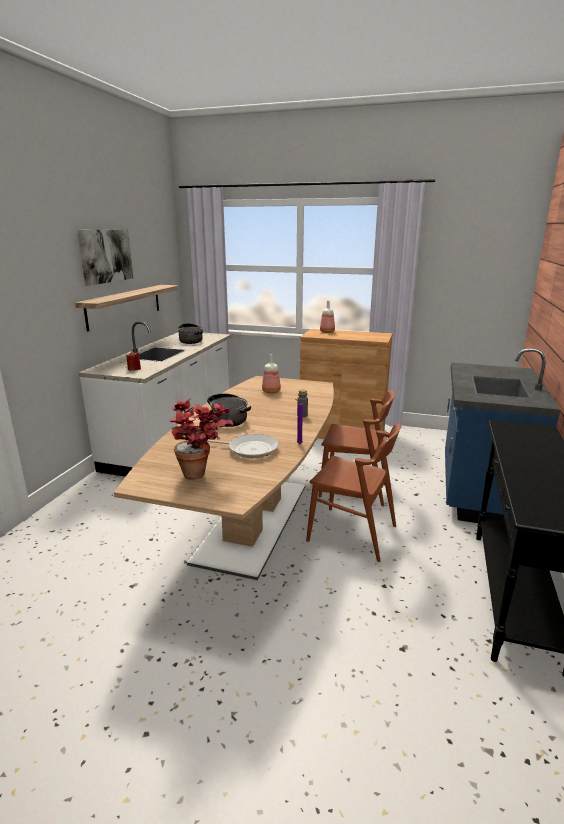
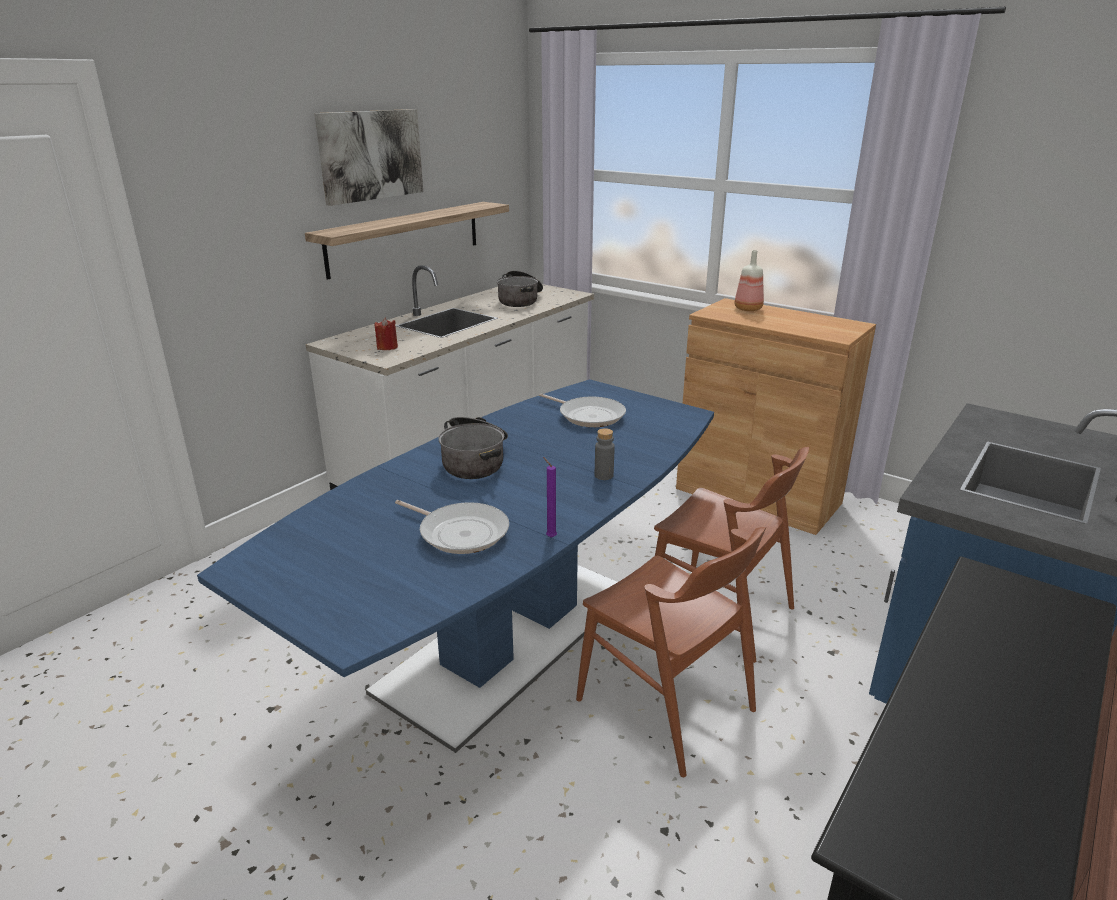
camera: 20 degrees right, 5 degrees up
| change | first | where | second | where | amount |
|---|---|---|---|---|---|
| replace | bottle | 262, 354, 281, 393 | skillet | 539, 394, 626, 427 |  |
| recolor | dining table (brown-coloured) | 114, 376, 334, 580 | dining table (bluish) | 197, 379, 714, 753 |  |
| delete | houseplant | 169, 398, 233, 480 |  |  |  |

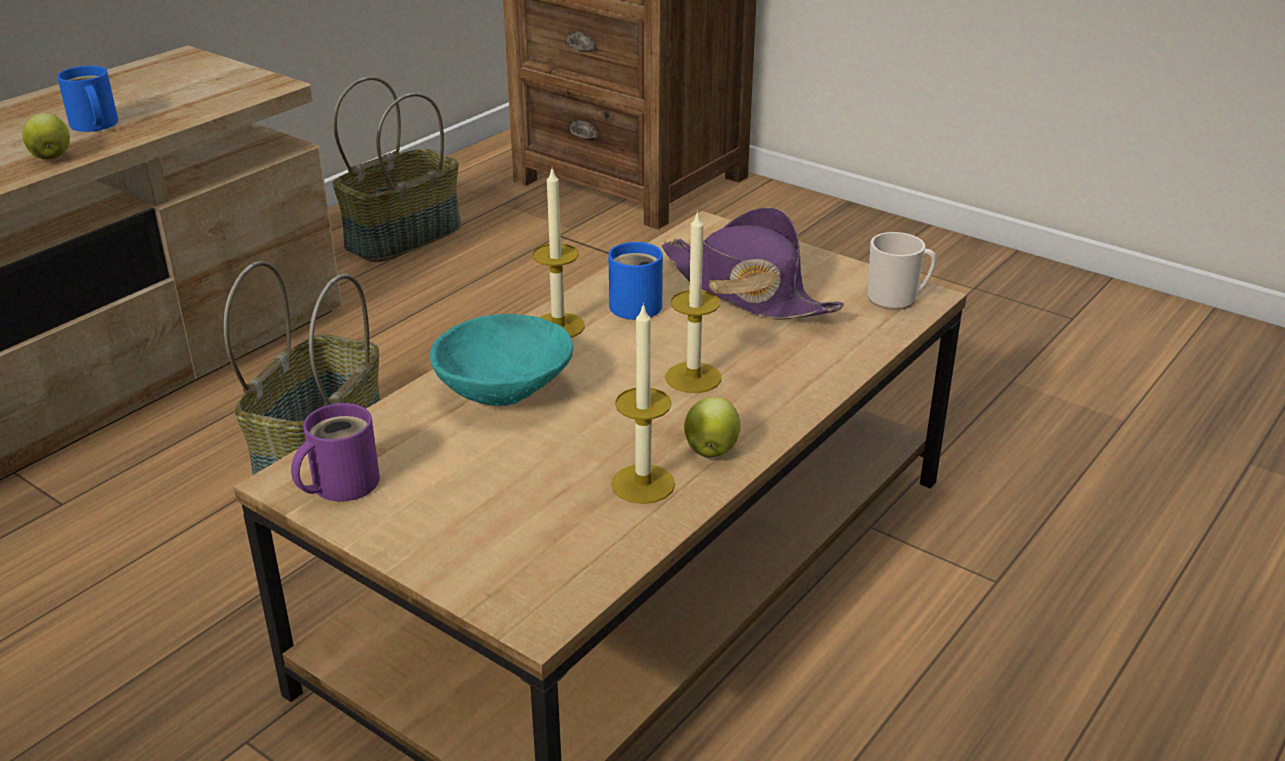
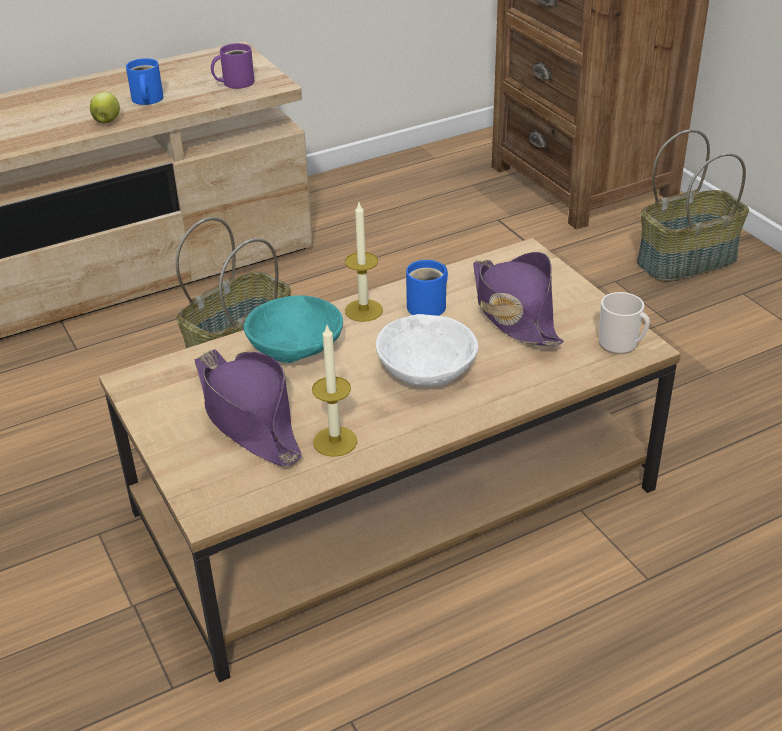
camera: 25 degrees right, 5 degrees up
| change | first | where | second | where | amount |
|---|---|---|---|---|---|
| move | household basket | 332, 77, 461, 262 |  | 637, 129, 749, 282 |  |
| replace | wax candle | 666, 210, 721, 393 | bowl (whitish) | 376, 314, 479, 387 |  |
| delete | apple | 684, 397, 741, 458 |  |  |  |
| move | mug (purple-coloured) | 291, 403, 380, 501 |  | 211, 43, 254, 89 |  |
| insert |  |  | hat (purple-coloured) | 194, 349, 302, 467 |  |

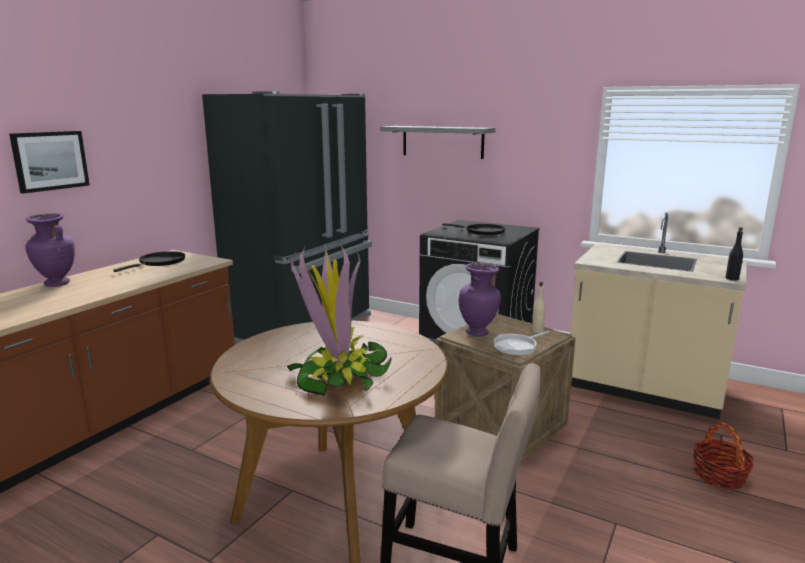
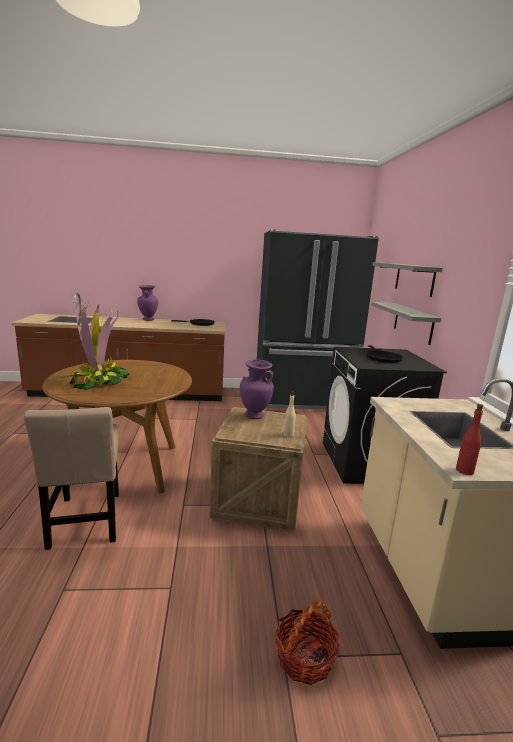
camera: 55 degrees right, 0 degrees up
| change | first | where | second | where | amount |
|---|---|---|---|---|---|
| delete | picture | 9, 131, 90, 194 |  |  |  |
| recolor | bottle (black) | 725, 227, 743, 280 | bottle (reddish) | 456, 404, 483, 475 |  |
| delete | skillet | 494, 331, 550, 355 |  |  |  |
| insert |  |  | wall shelf (gray) | 371, 302, 441, 345 |  |

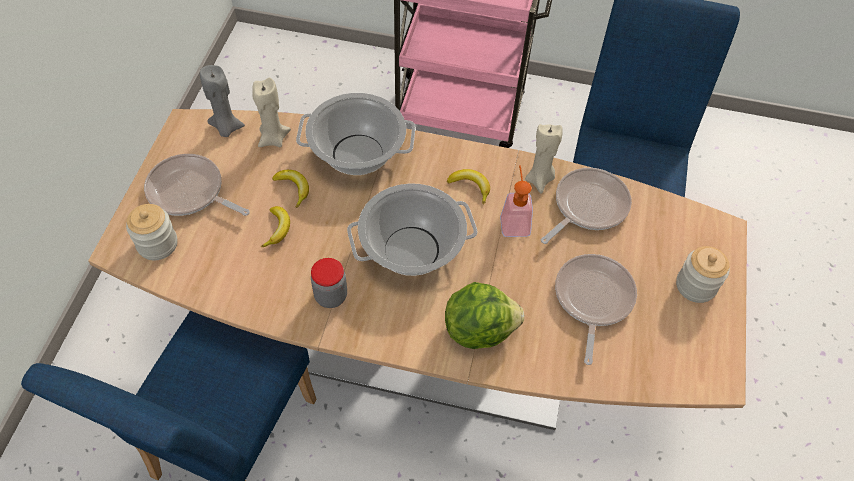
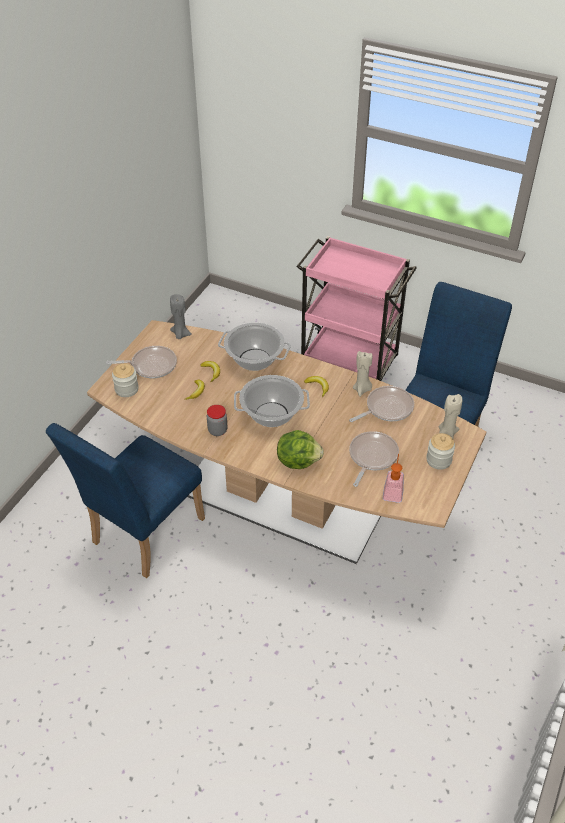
camera: 15 degrees right, 10 degrees down
| change | first | where | second | where | amount |
|---|---|---|---|---|---|
| move | wax candle (beige-coloured) | 252, 78, 291, 147 |  | 439, 394, 462, 438 |  |
| rotate | skillet | 144, 154, 250, 216 |  | 106, 346, 177, 378 | 135 degrees clockwise |
| move | soap dispenser | 500, 165, 533, 237 |  | 383, 454, 404, 503 |  |

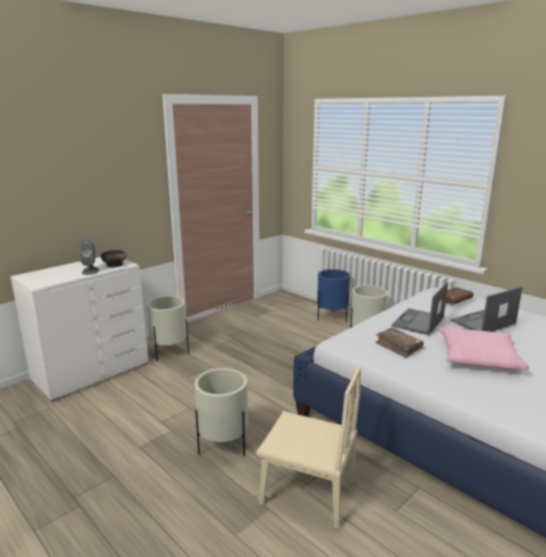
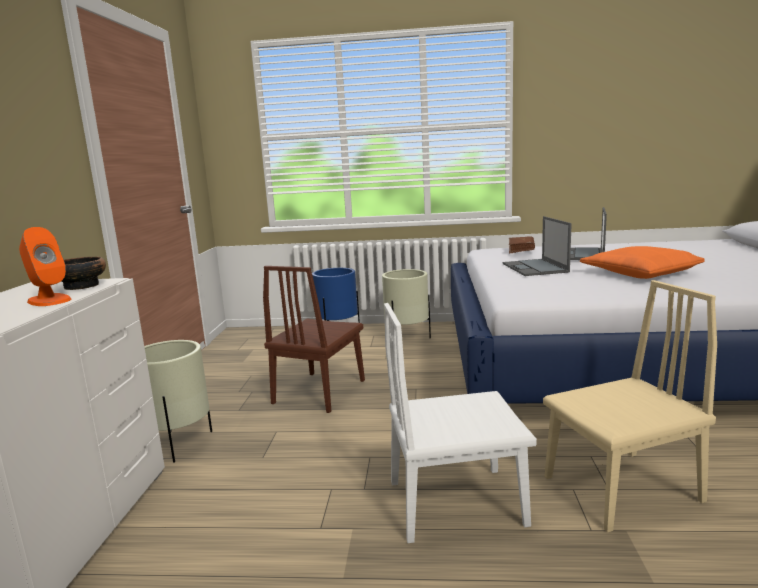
camera: 40 degrees left, 5 degrees down
| change | first | where | second | where | amount |
|---|---|---|---|---|---|
| recolor | loudspeaker (gray) | 79, 238, 99, 275 | loudspeaker (orange) | 19, 227, 71, 306 |  |
| delete | volume (brown-coloured) | 376, 328, 423, 358 |  |  |  |
| recolor | pillow (pink-coloured) | 439, 328, 529, 370 | pillow (orange) | 580, 246, 705, 279 |  |
| replace | planter (beige-coloured) | 195, 368, 248, 457 | upright chair (whitish) | 384, 303, 537, 543 |  |
| insert |  |  | upright chair (brown-coloured) | 263, 266, 365, 413 |  |

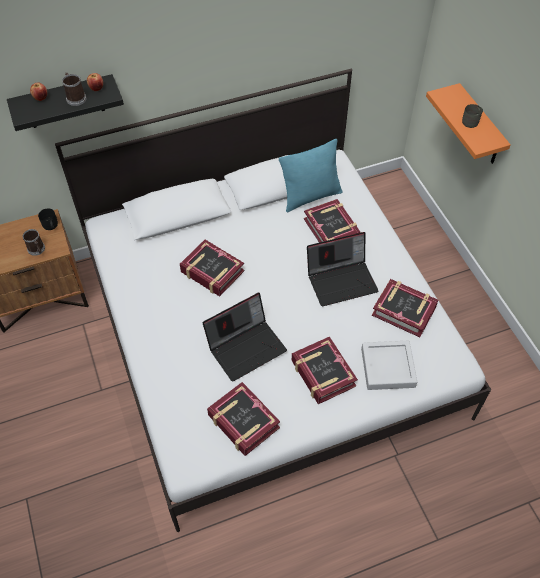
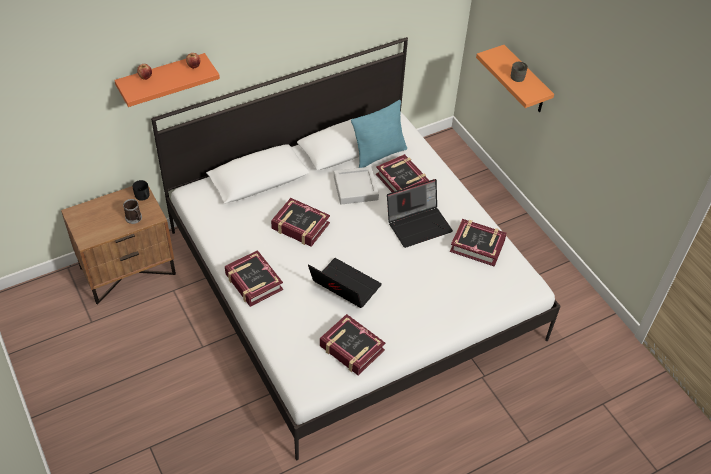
camera: 10 degrees left, 5 degrees down
| change | first | where | second | where | amount |
|---|---|---|---|---|---|
| delete | mug | 62, 73, 87, 106 |  |  |  |
| recolor | wall shelf (black) | 7, 74, 124, 131 | wall shelf (orange) | 114, 53, 220, 107 |  |
| rotate | laptop | 203, 293, 287, 382 |  | 308, 258, 382, 308 | 105 degrees counterclockwise |
| move | volume | 292, 337, 358, 404 |  | 225, 250, 283, 307 |  |
| move | serving tray (gray) | 361, 340, 417, 390 |  | 334, 167, 379, 204 |  |

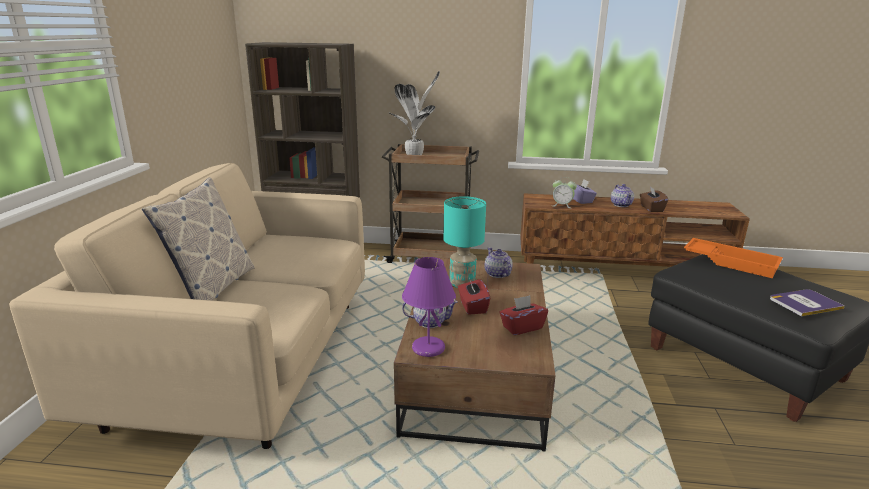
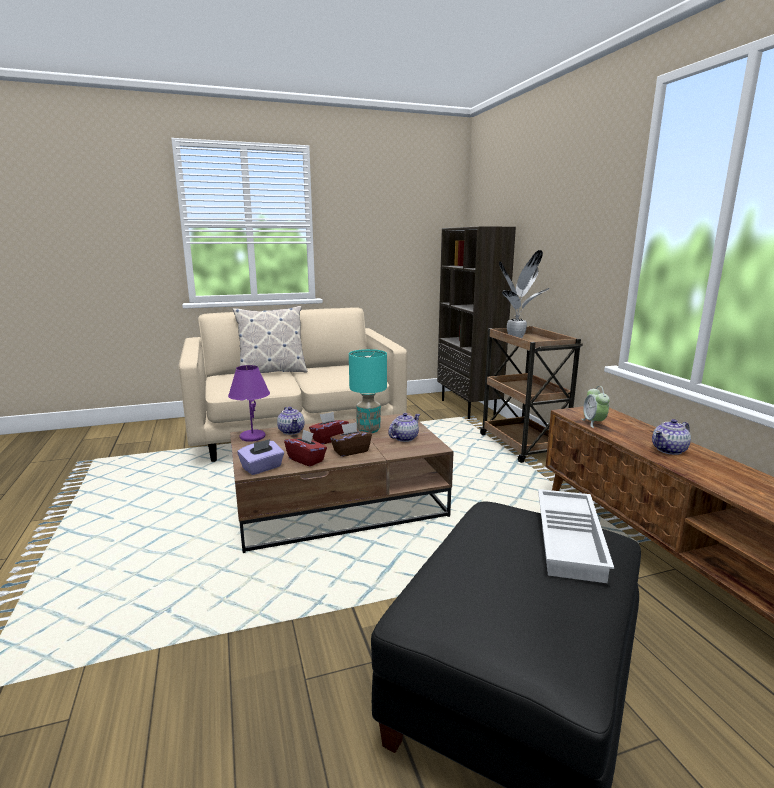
camera: 65 degrees right, 5 degrees down
| change | first | where | second | where | amount |
|---|---|---|---|---|---|
| move | tissue holder (purple-coloured) | 573, 179, 597, 204 |  | 237, 439, 284, 475 |  |
| move | tissue holder (brown-coloured) | 640, 186, 668, 212 |  | 330, 422, 372, 457 |  |
| recolor | serving tray (orange) | 684, 238, 783, 278 | serving tray (whitish) | 538, 489, 614, 583 |  |
| delete | volume | 770, 289, 845, 316 |  |  |  |

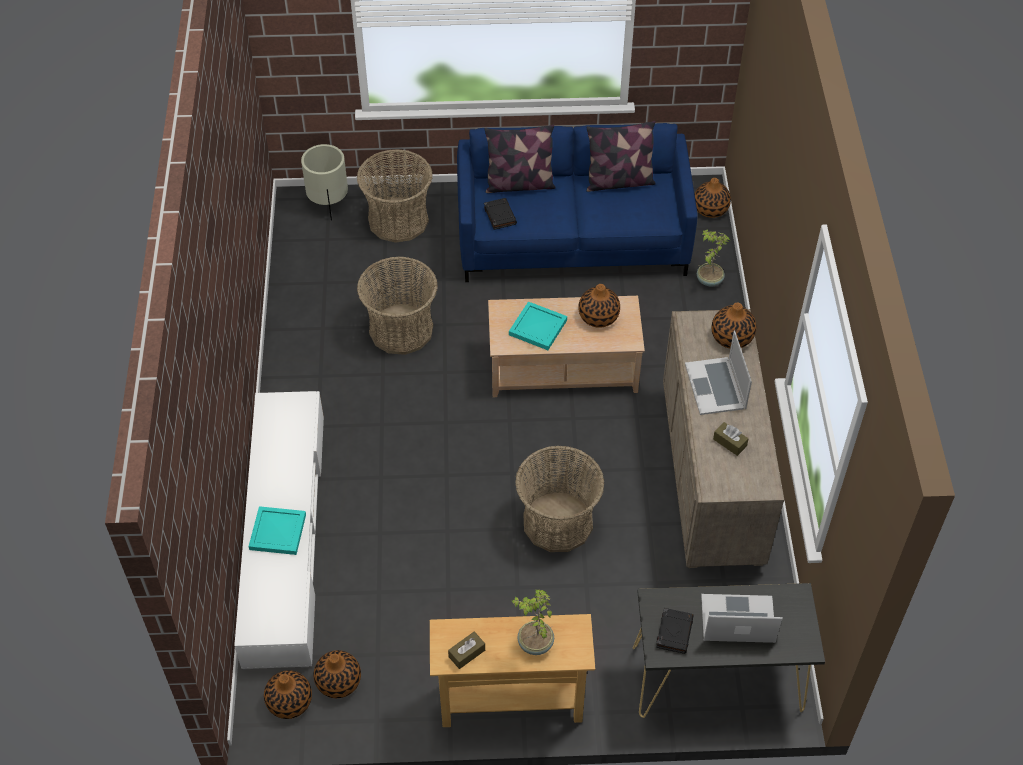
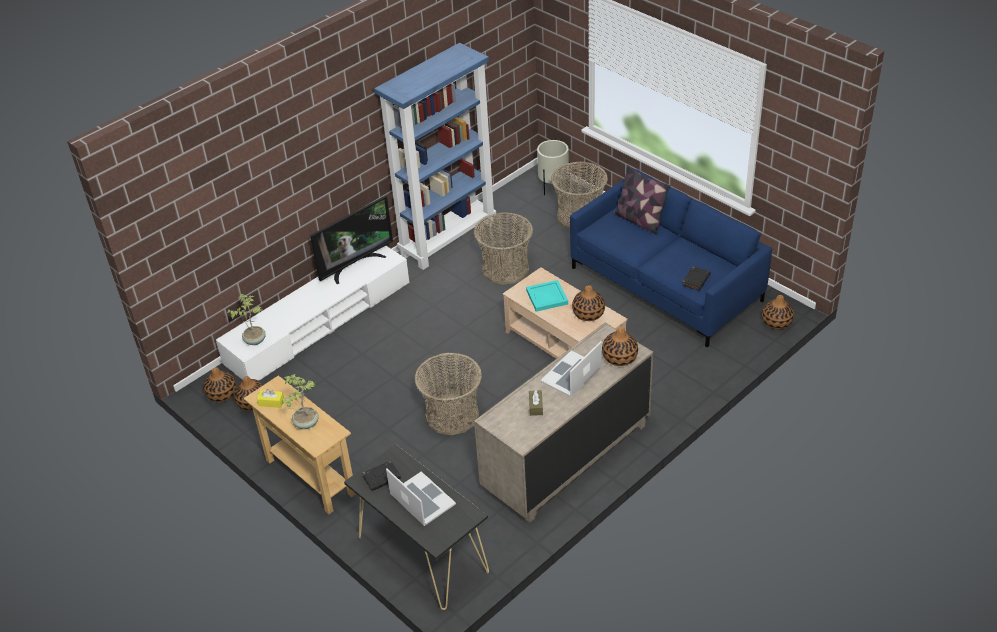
camera: 50 degrees right, 10 degrees down
| change | first | where | second | where | amount |
|---|---|---|---|---|---|
| delete | pillow | 587, 121, 656, 192 |  |  |  |
| move | volume (black) | 484, 198, 517, 230 |  | 682, 266, 711, 291 |  |
| move | houseplant | 697, 229, 730, 287 |  | 227, 294, 266, 345 |  |
| delete | serving tray (turquoise) | 249, 506, 306, 555 |  |  |  |
| recolor | tissue holder (brown-coloured) | 448, 632, 485, 669 | tissue holder (yellow) | 257, 389, 284, 408 |  |
| insert |  |  | bookcase (bluish) | 374, 43, 496, 270 |  |
| insert |  |  | television | 310, 196, 393, 284 |  |

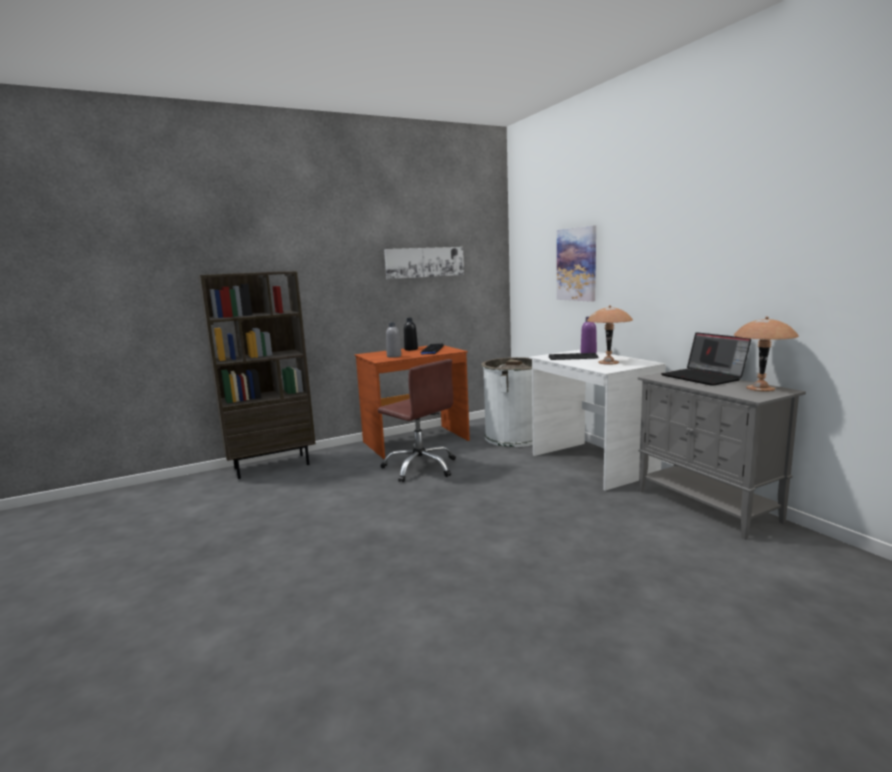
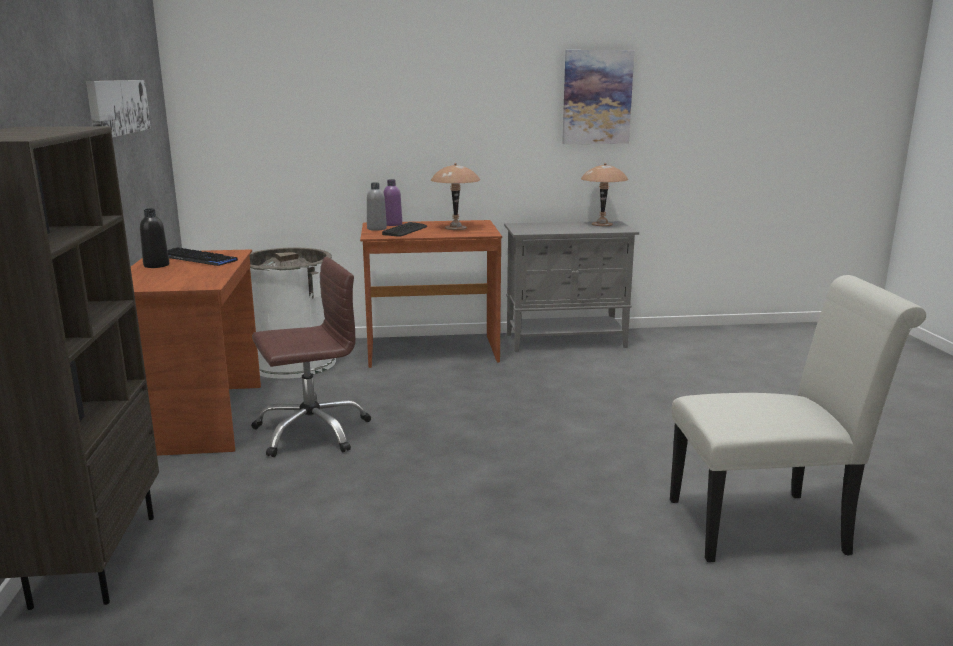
camera: 70 degrees left, 5 degrees up
| change | first | where | second | where | amount |
|---|---|---|---|---|---|
| move | picture | 557, 225, 596, 302 |  | 562, 50, 634, 144 |  |
| move | bottle (gray) | 386, 322, 401, 358 |  | 367, 183, 387, 231 |  |
| delete | laptop | 661, 332, 751, 386 |  |  |  |
| recolor | desk unit (whitish) | 529, 350, 666, 491 | desk unit (brown-coloured) | 360, 220, 502, 368 |  |
| insert |  |  | upright chair (whitish) | 670, 275, 926, 562 |  |

